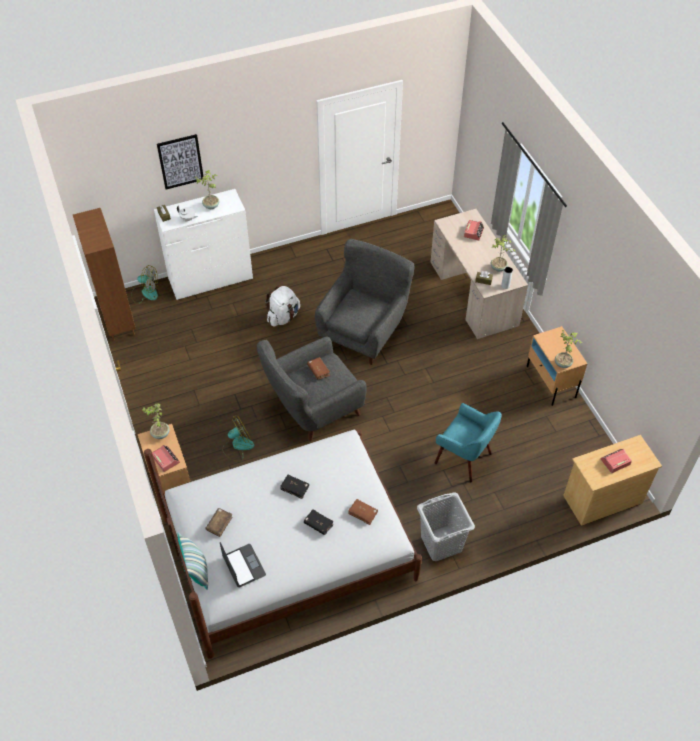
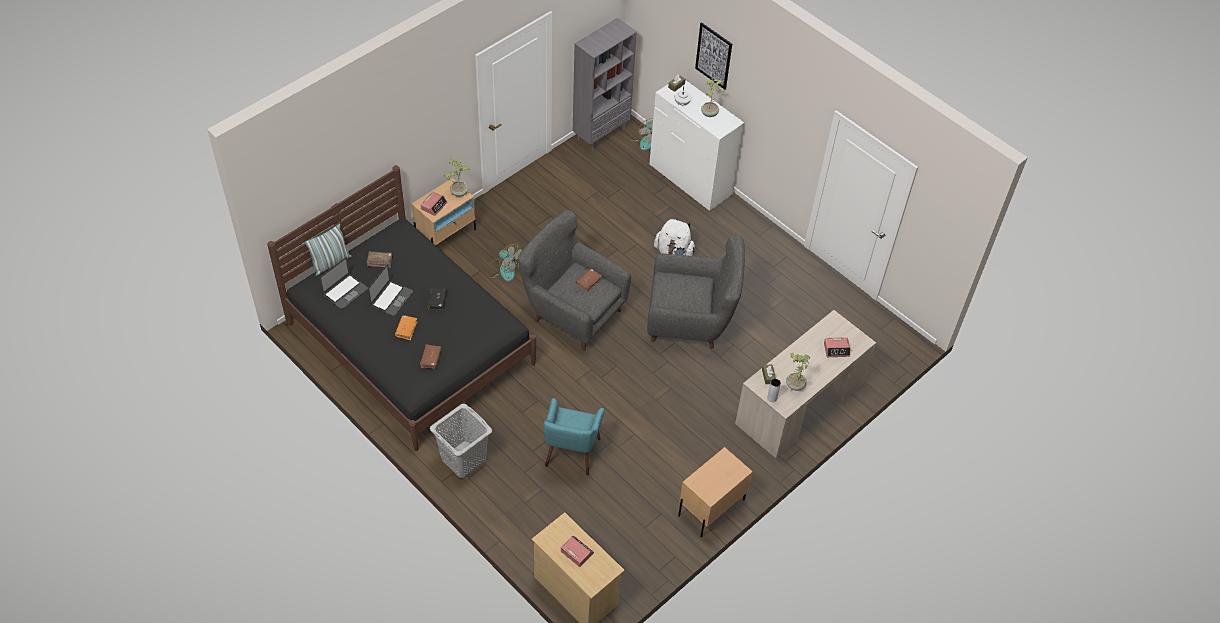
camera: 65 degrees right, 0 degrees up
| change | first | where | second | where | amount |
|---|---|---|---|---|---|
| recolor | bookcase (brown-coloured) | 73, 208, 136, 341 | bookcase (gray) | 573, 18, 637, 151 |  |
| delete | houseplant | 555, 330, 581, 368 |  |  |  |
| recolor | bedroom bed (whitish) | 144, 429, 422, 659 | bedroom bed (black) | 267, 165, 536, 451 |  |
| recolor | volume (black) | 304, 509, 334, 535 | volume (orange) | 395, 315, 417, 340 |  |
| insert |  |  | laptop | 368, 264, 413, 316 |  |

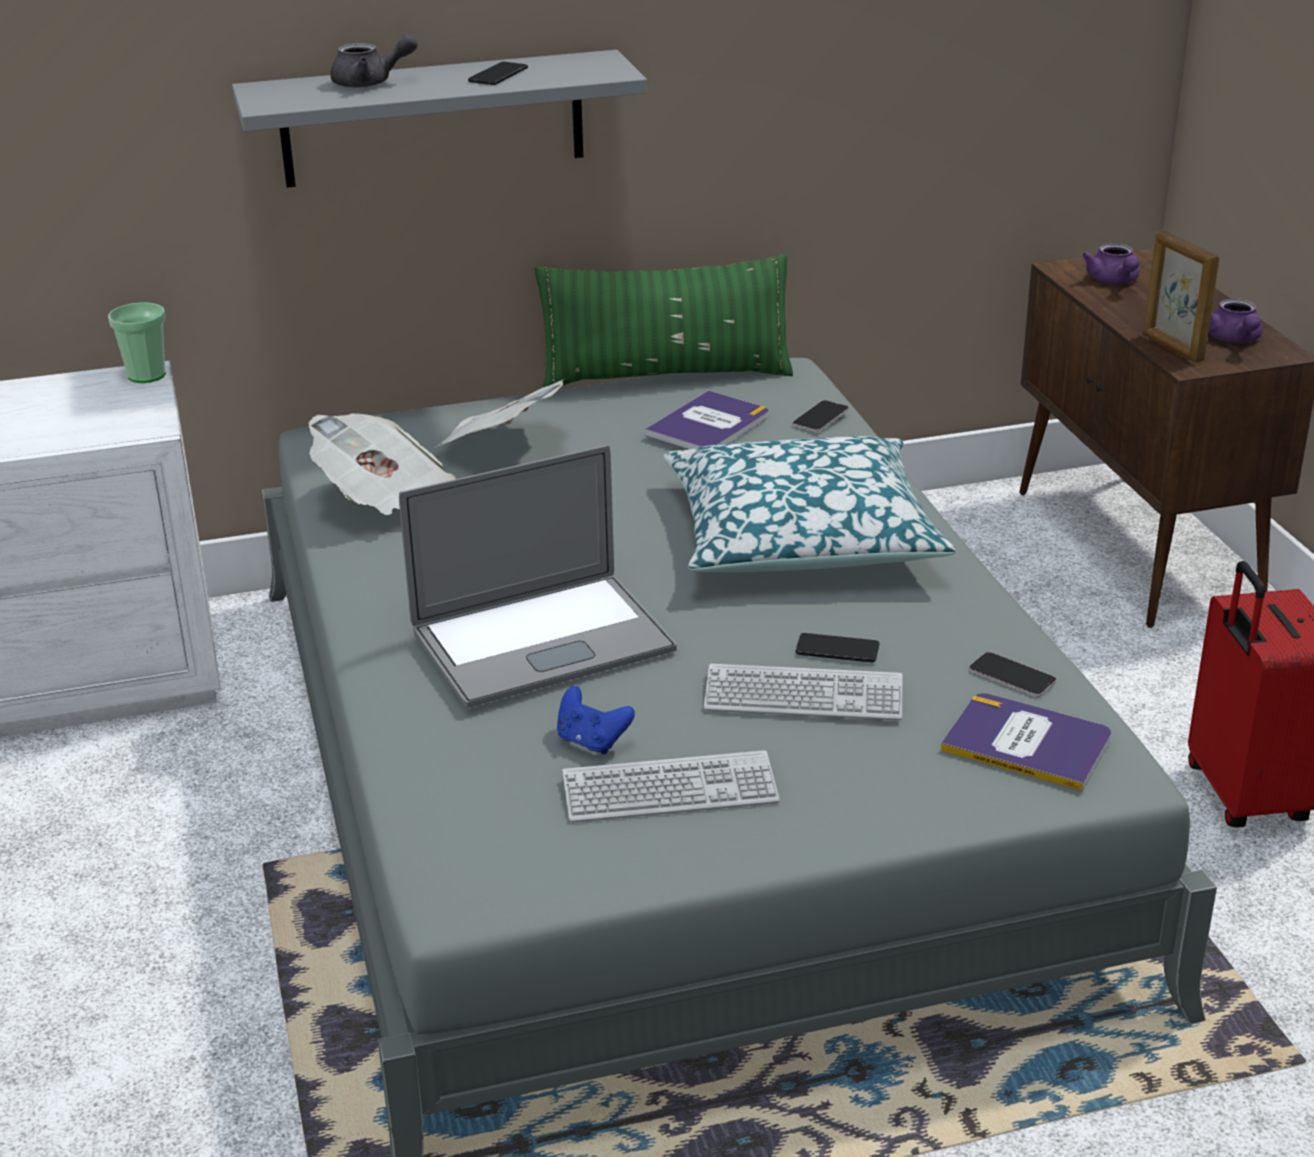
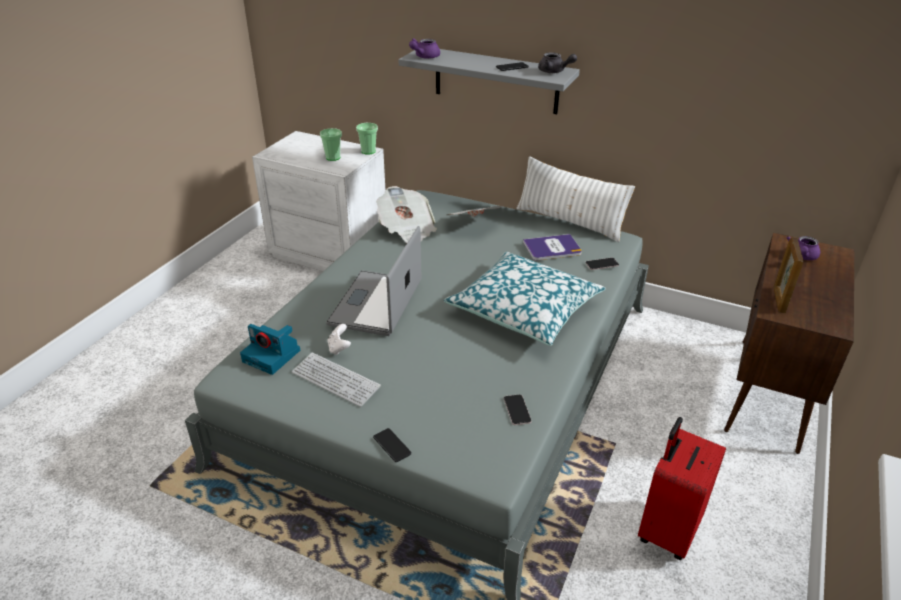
camera: 40 degrees right, 5 degrees up
| change | first | where | second | where | amount |
|---|---|---|---|---|---|
| move | pot for tea (gray) | 330, 34, 418, 88 |  | 538, 52, 577, 73 |  |
| recolor | pillow (green) | 535, 254, 793, 387 | pillow (whitish) | 516, 156, 635, 242 |  |
| move | pot for tea (purple-coloured) | 1208, 298, 1263, 343 |  | 409, 38, 440, 59 |  |
| rotate | laptop | 399, 445, 677, 708 |  | 326, 226, 422, 336 | 90 degrees clockwise |
| move | phone | 796, 633, 879, 662 |  | 373, 428, 412, 462 |  |
| delete | PC keyboard | 704, 664, 902, 720 |  |  |  |
| recolor | game controller (bluish) | 557, 686, 635, 755 | game controller (whitish) | 328, 324, 351, 355 |  |
| delete | volume | 941, 693, 1111, 791 |  |  |  |
| insert |  |  | small cup | 320, 128, 342, 161 |  |
| insert |  |  | still camera | 240, 324, 300, 375 |  |

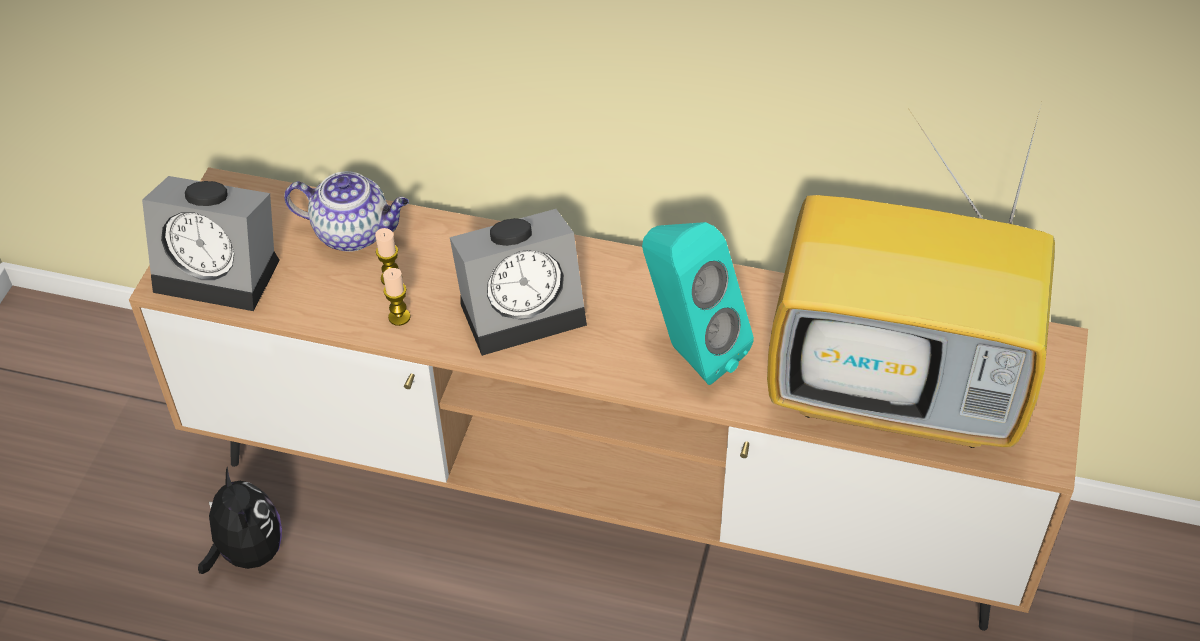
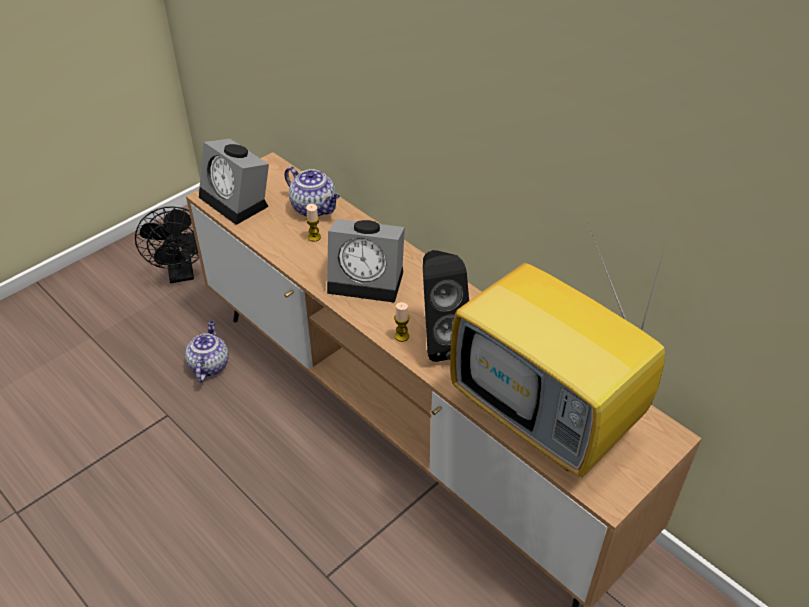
camera: 30 degrees right, 5 degrees down
| change | first | where | second | where | amount |
|---|---|---|---|---|---|
| recolor | loudspeaker (turquoise) | 642, 222, 754, 385 | loudspeaker (black) | 423, 250, 469, 362 |  |
| move | wax candle | 383, 268, 411, 326 |  | 394, 302, 410, 342 |  |
| replace | plush toy | 198, 467, 282, 574 | pot for tea | 185, 321, 229, 382 |  |
| insert |  |  | cooling fan (black) | 135, 206, 199, 283 |  |

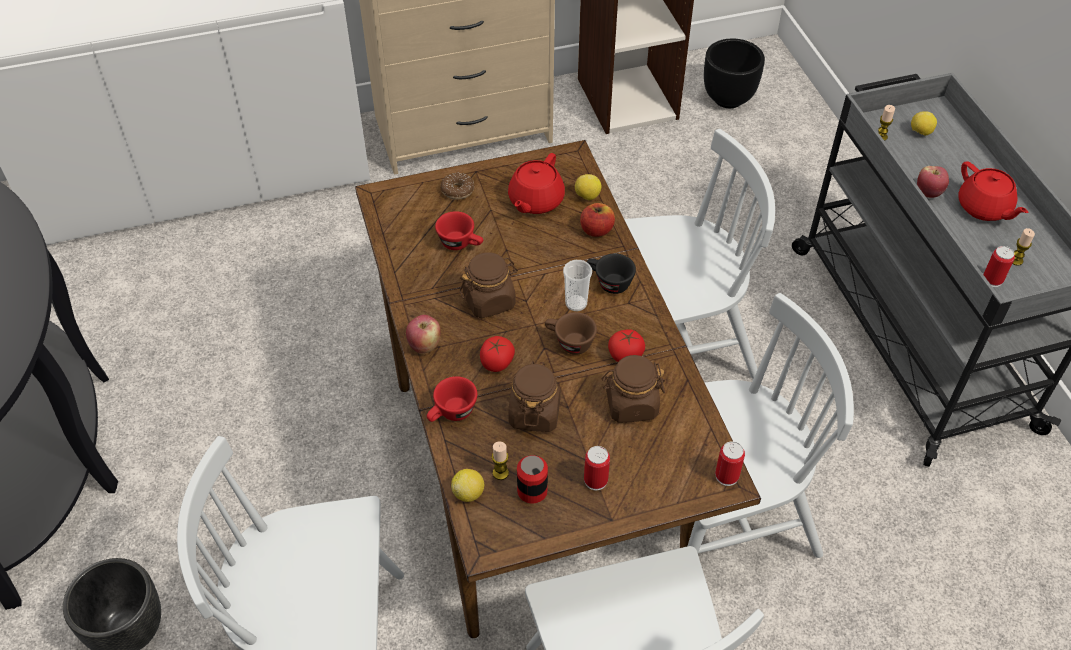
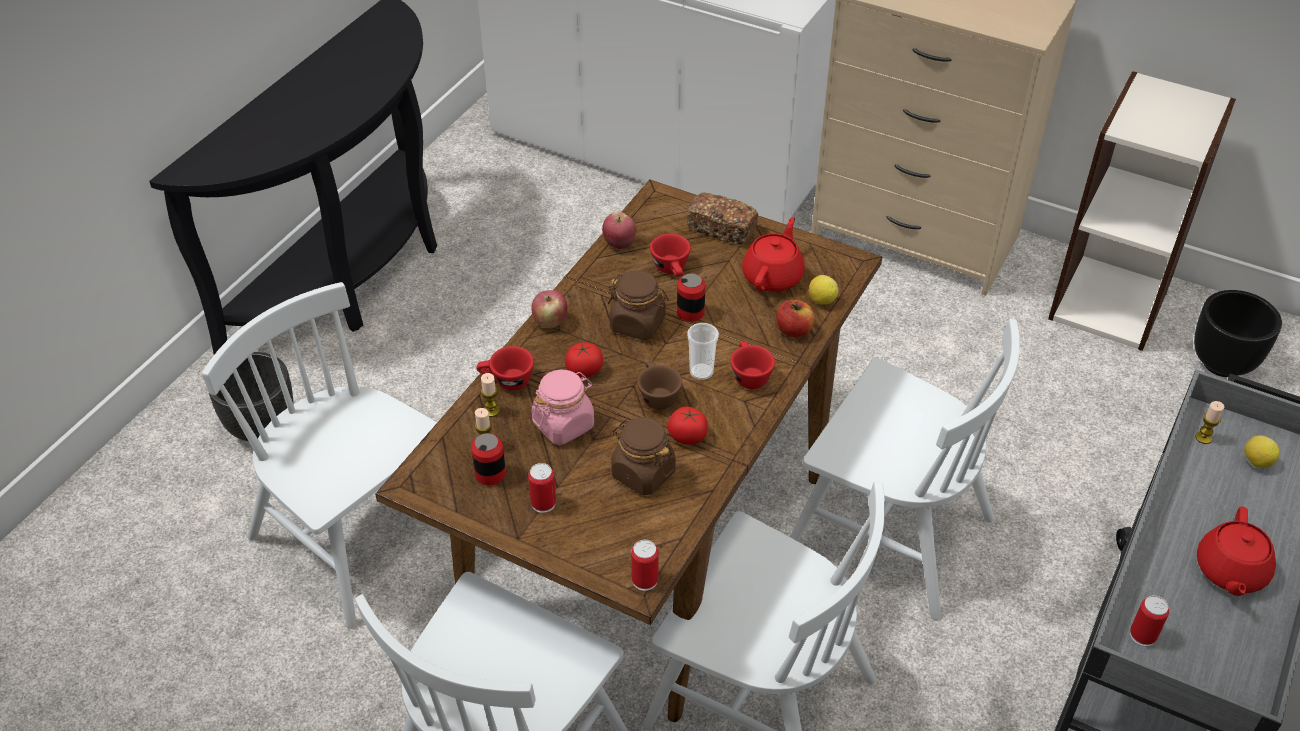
camera: 45 degrees right, 5 degrees down
| change | first | where | second | where | amount |
|---|---|---|---|---|---|
| rotate | pot for tea (reddish) | 508, 153, 565, 214 |  | 742, 217, 805, 292 | 135 degrees clockwise |
| move | apple | 917, 166, 949, 198 |  | 602, 212, 636, 249 |  |
| replace | donut | 440, 172, 474, 200 | bread | 687, 192, 758, 246 |  |
| move | wax candle | 1012, 228, 1035, 266 |  | 481, 373, 500, 417 |  |
| recolor | small cup (black) | 587, 254, 636, 294 | small cup (reddish) | 730, 341, 775, 389 |  |
| recolor | storage jar (brown-coloured) | 508, 361, 561, 432 | storage jar (pink-coloured) | 532, 370, 594, 445 |  |
| delete | whole lemon | 451, 469, 484, 502 |  |  |  |
| insert |  |  | can | 677, 273, 705, 322 |  |

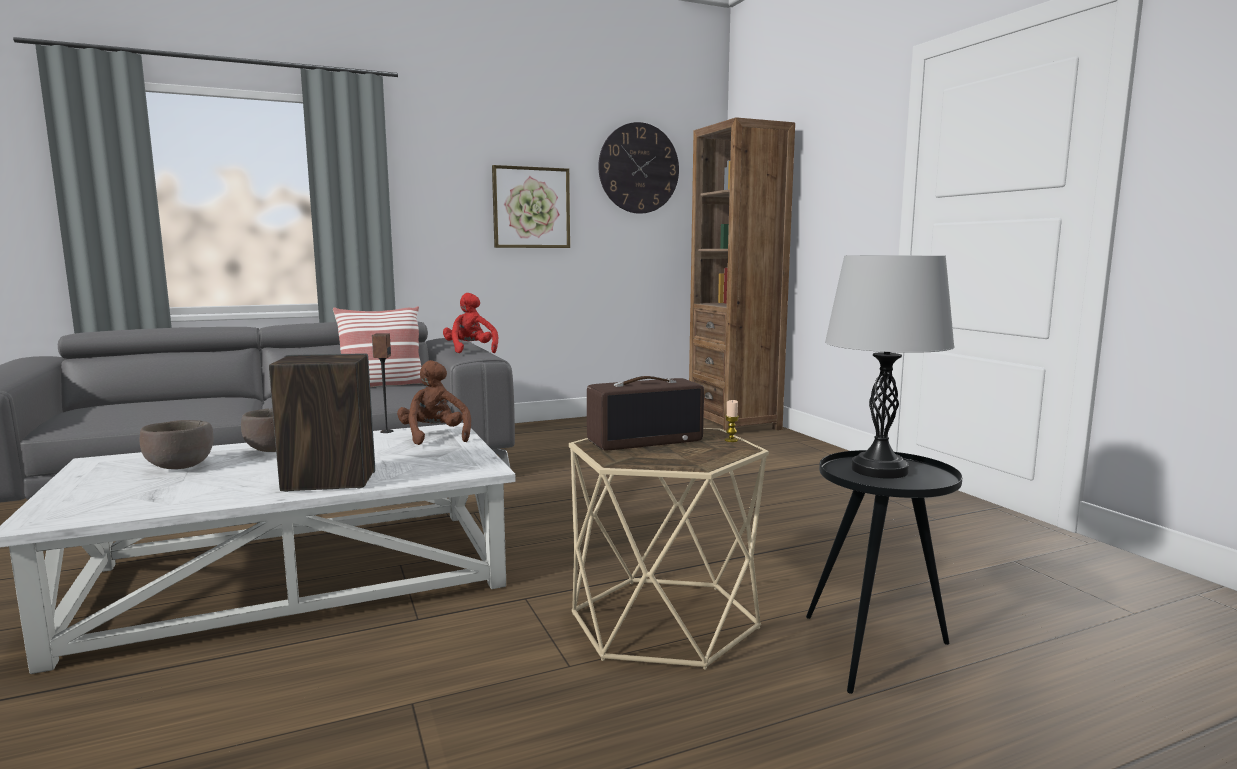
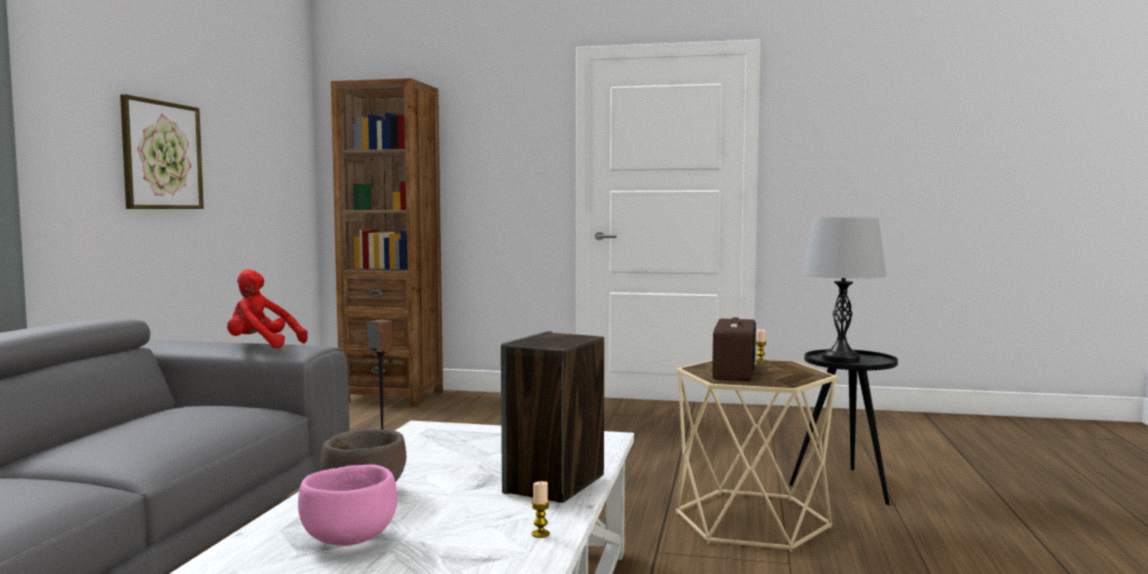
camera: 55 degrees left, 5 degrees down
| change | first | where | second | where | amount |
|---|---|---|---|---|---|
| delete | hanging clock | 598, 122, 679, 214 |  |  |  |
| delete | pillow | 333, 306, 423, 387 |  |  |  |
| delete | plush toy (brown-coloured) | 397, 360, 471, 445 |  |  |  |
| recolor | bowl (brown-coloured) | 140, 420, 214, 469 | bowl (pink-coloured) | 298, 464, 397, 546 |  |
| insert |  |  | wax candle | 531, 481, 550, 538 |  |

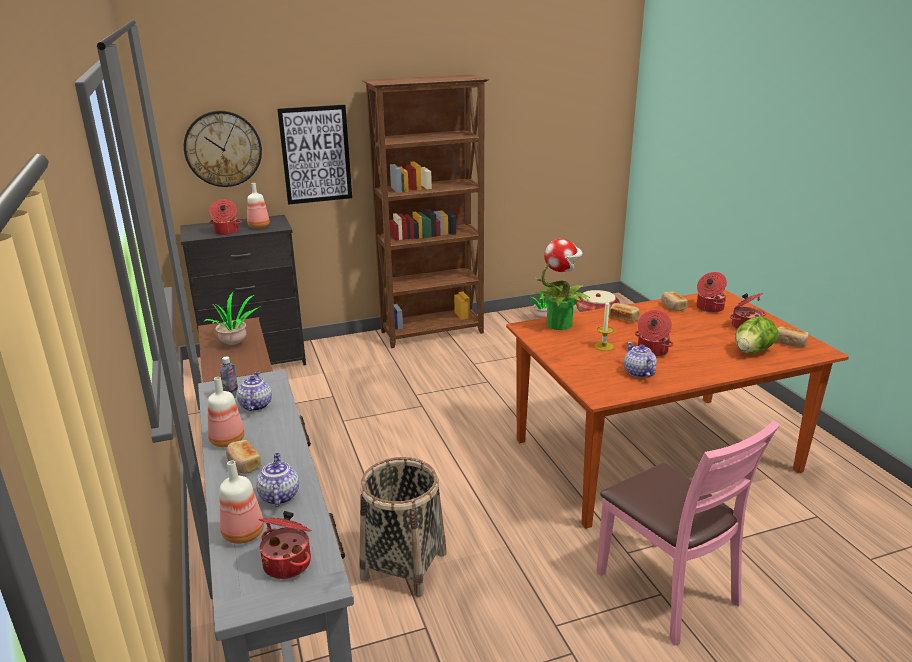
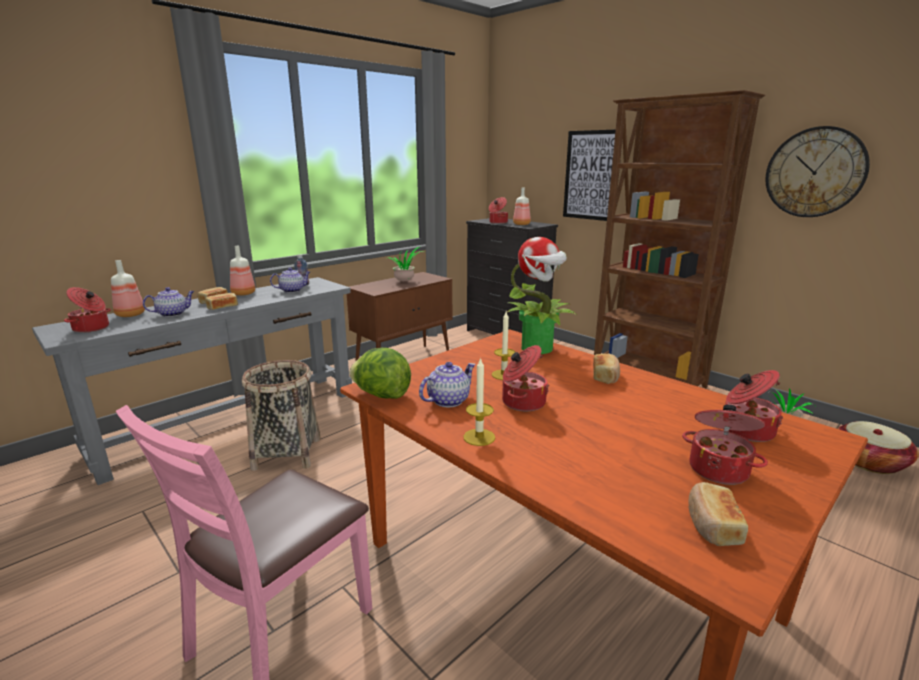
camera: 65 degrees right, 5 degrees down
| change | first | where | second | where | amount |
|---|---|---|---|---|---|
| move | hanging clock | 184, 111, 262, 187 |  | 765, 126, 870, 217 |  |
| move | bread | 661, 292, 688, 311 |  | 205, 293, 238, 310 |  |
| move | head of lettuce | 735, 316, 779, 354 |  | 349, 348, 411, 399 |  |
| insert |  |  | wax candle | 463, 357, 495, 446 |  |

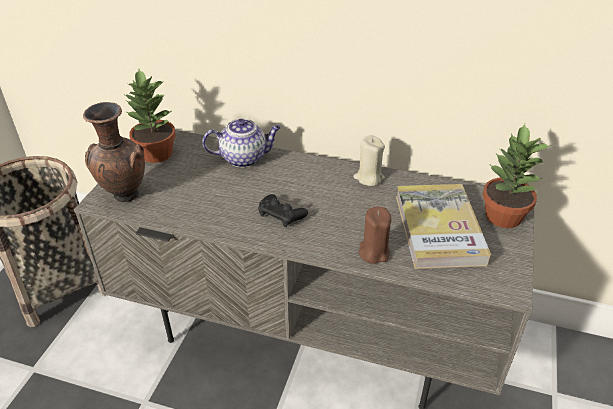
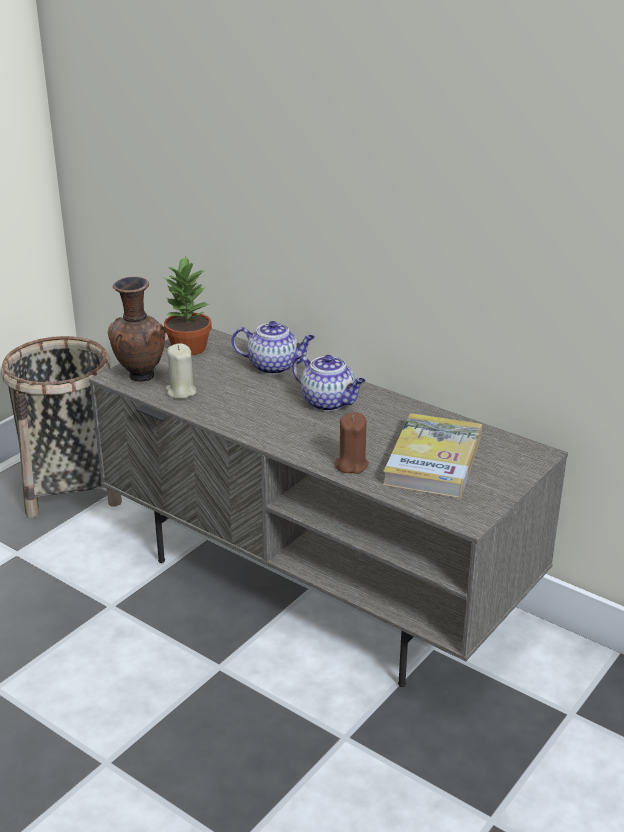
camera: 20 degrees right, 10 degrees down
| change | first | where | second | where | amount |
|---|---|---|---|---|---|
| delete | houseplant | 483, 124, 551, 228 |  |  |  |
| move | wax candle (beige-coloured) | 353, 135, 385, 186 |  | 166, 343, 196, 399 |  |
| delete | game controller (black) | 258, 194, 308, 227 |  |  |  |
| insert |  |  | pot for tea | 292, 354, 366, 411 |  |

